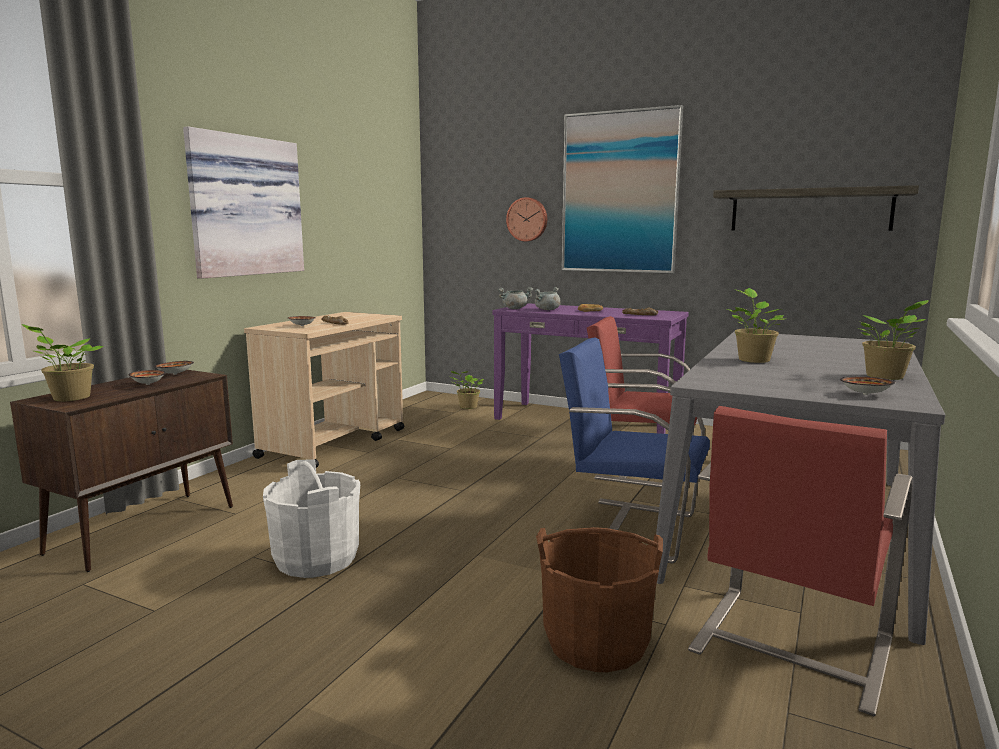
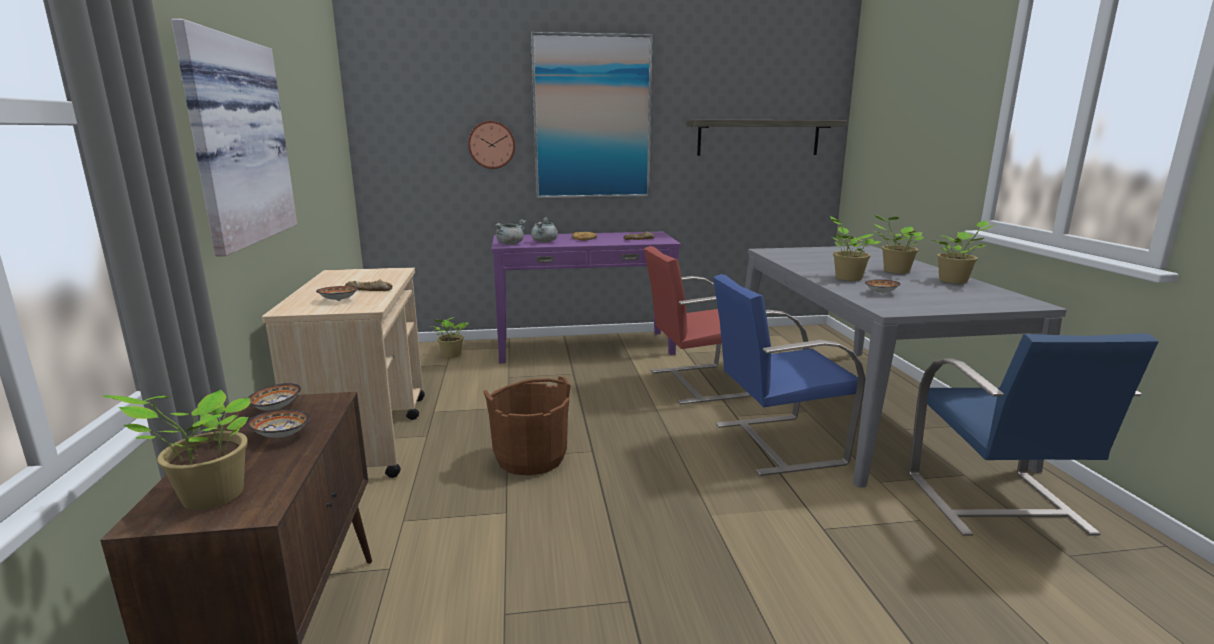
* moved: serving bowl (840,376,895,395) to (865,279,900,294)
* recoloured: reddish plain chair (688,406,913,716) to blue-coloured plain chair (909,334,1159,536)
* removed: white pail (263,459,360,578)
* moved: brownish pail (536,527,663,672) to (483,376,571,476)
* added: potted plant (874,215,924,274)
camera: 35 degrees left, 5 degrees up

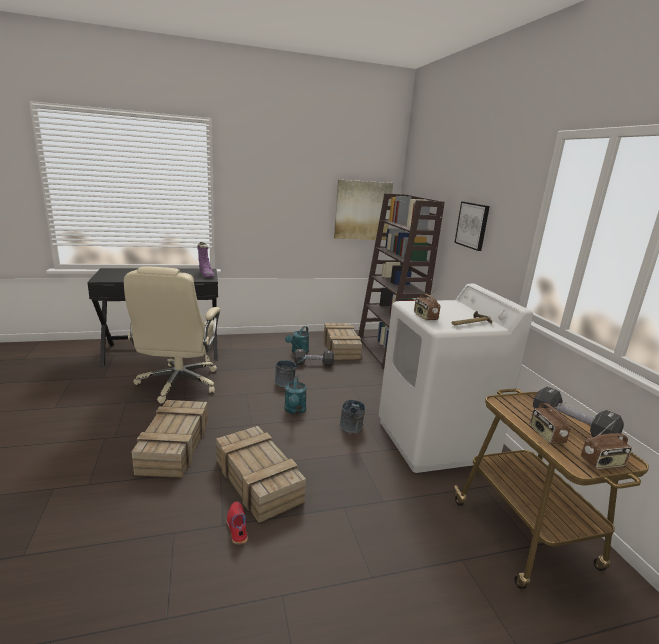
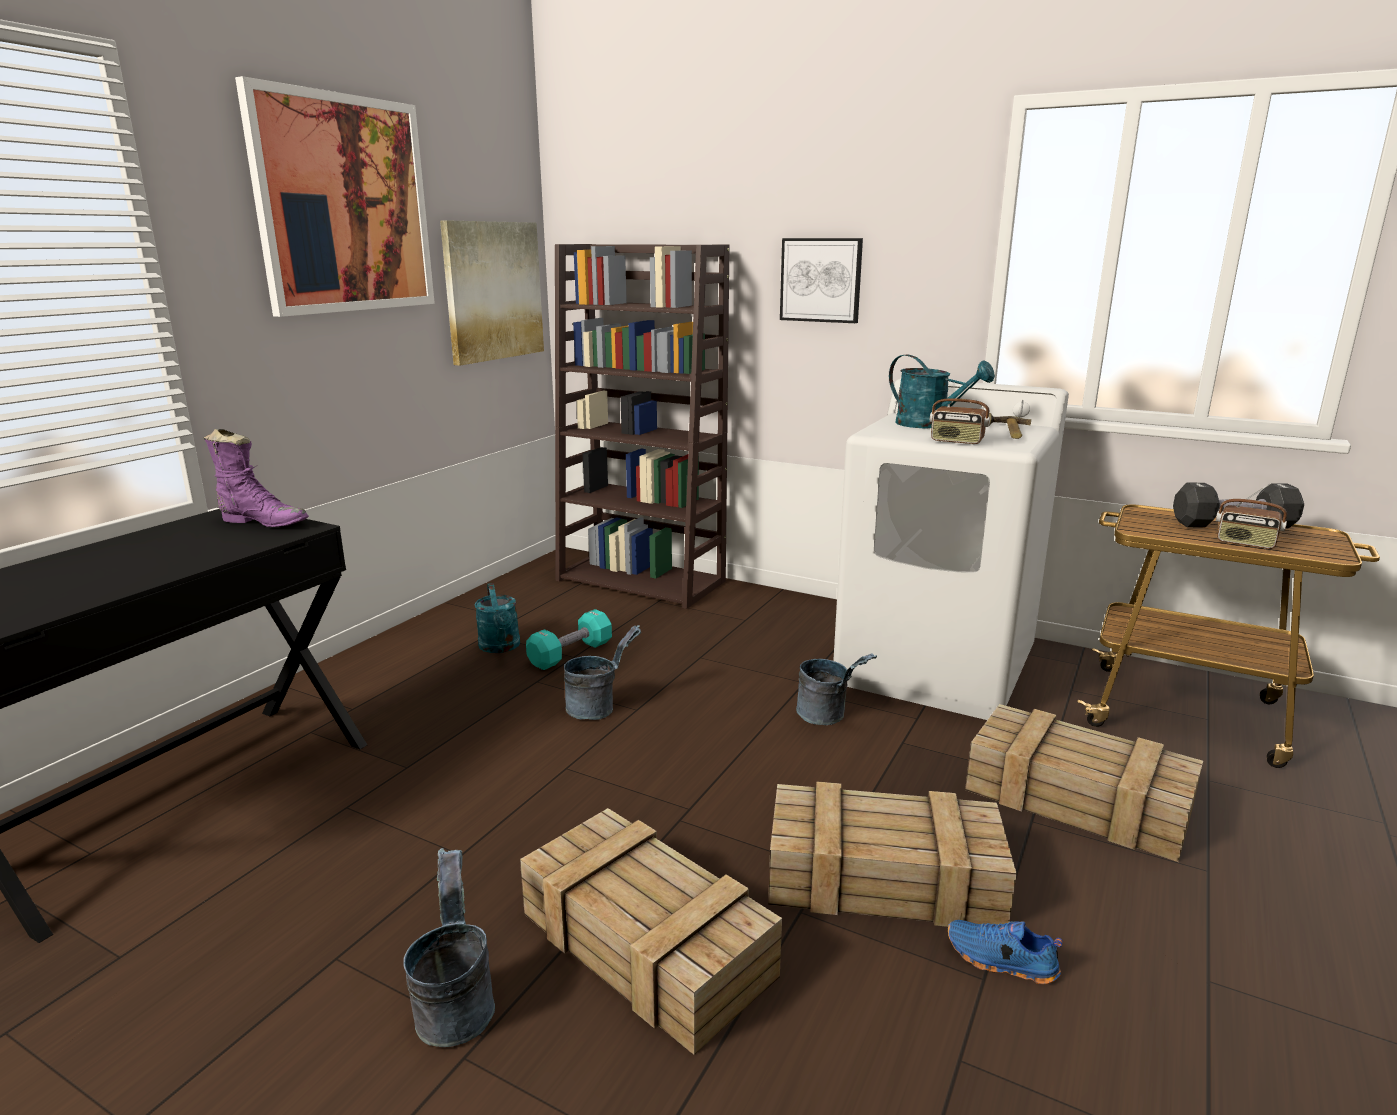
* removed: beige-coloured desk chair (124,266,221,404)
* moved: packing crate (324,323,362,360) to (965,704,1203,862)
* recoloured: black-coloured dumbbell (294,349,334,366) to turquoise dumbbell (526,609,612,670)
* moved: turquoise sprinkling can (284,375,307,415) to (889,354,995,428)
* removed: radio set (581,419,632,469)
* recoloured: reddish shoe (227,501,248,545) to blue-coloured shoe (948,920,1063,984)
* added: picture (235,76,435,317)
* added: gray pail (403,848,495,1047)
camera: 45 degrees left, 0 degrees up

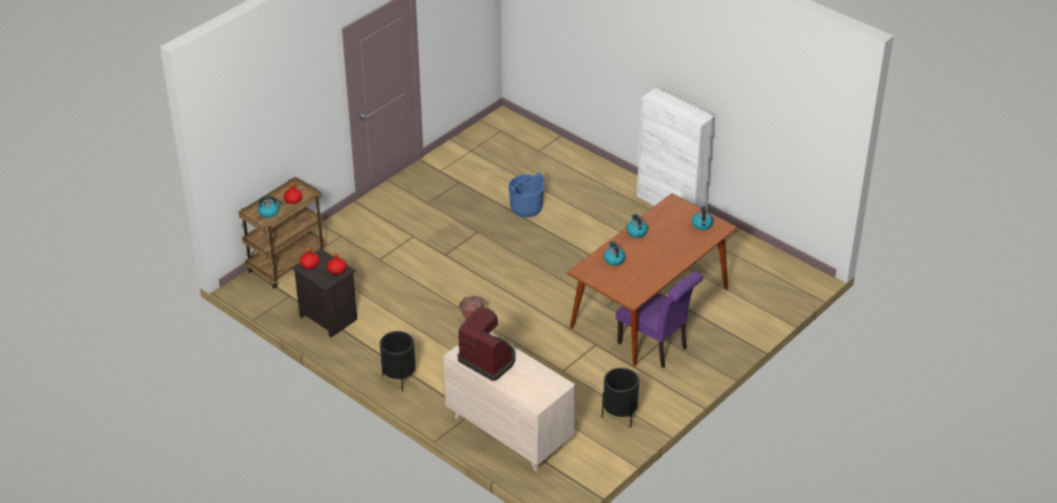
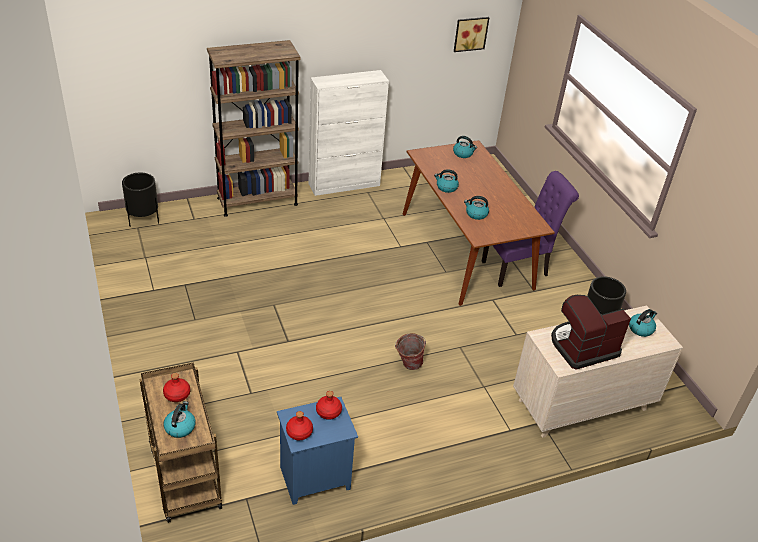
* removed: blue-coloured pail (508,172,545,217)
* recoloured: black-coloured nightstand (292,249,357,338) to blue-coloured nightstand (277,397,358,505)
* moved: black-coloured flower pot (380,331,415,391) to (122,173,159,227)
* added: picture (454,17,489,52)
* added: brownish bookcase (207,40,301,217)
* added: tea kettle (629,309,657,337)
camera: 65 degrees left, 0 degrees up

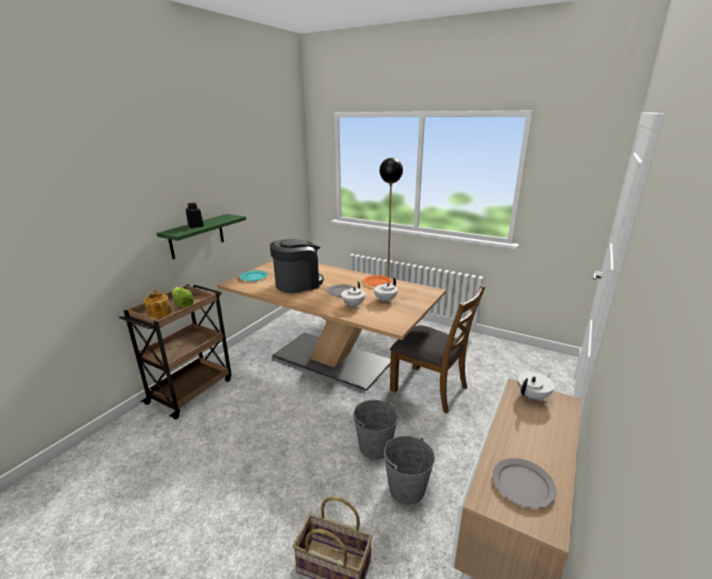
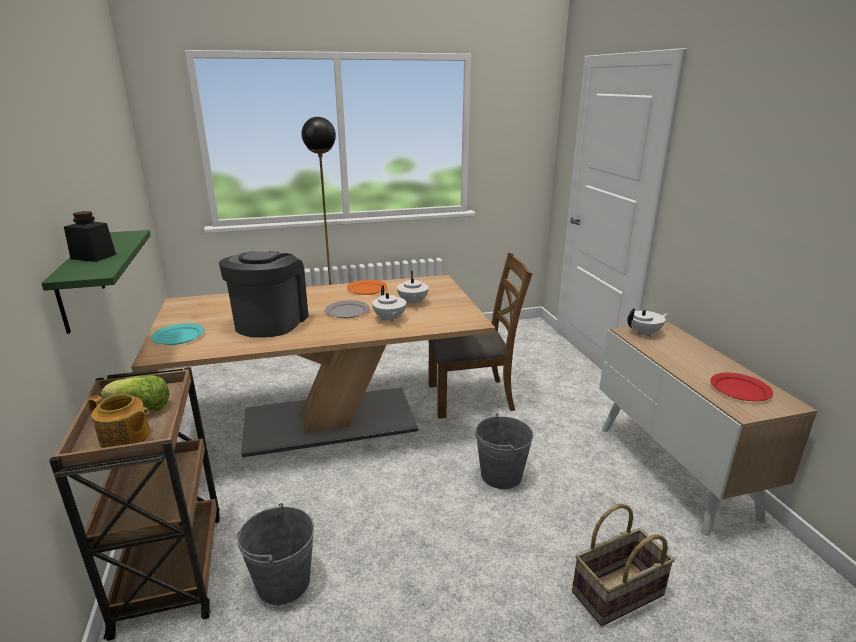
* turned: white teapot (518,372,555,401) = (627,308,668,337) 60 degrees clockwise
* moved: gray pail (384,436,435,504) to (236,503,314,605)
* recoloured: gray dinner plate (493,458,557,508) to reddish dinner plate (710,373,773,401)
camera: 45 degrees left, 0 degrees up

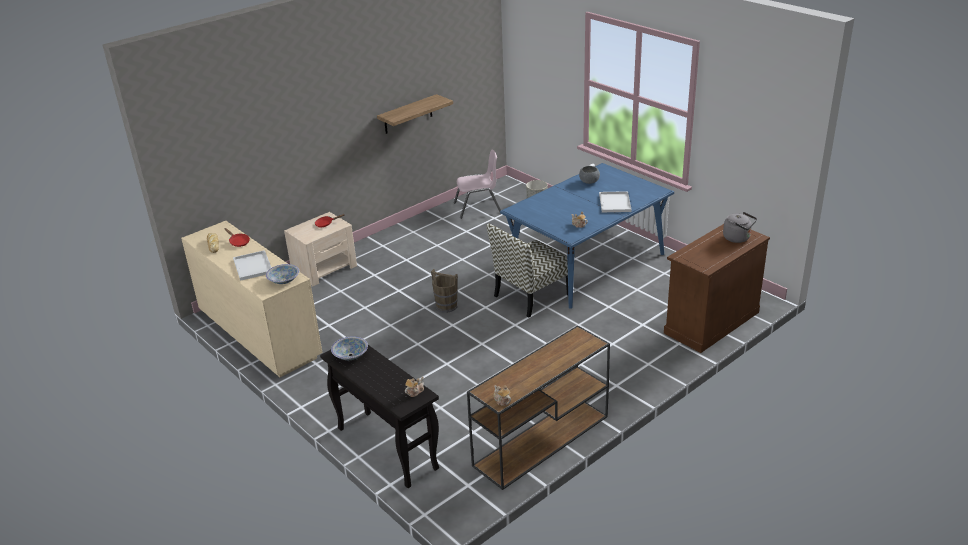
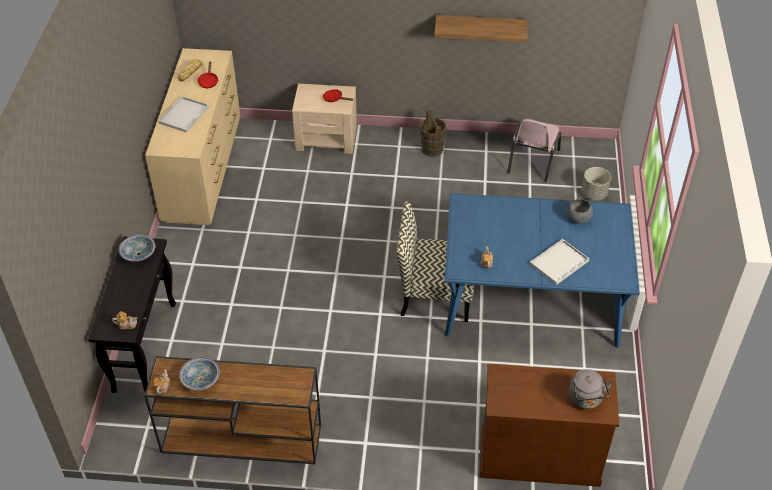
* turned: pink plain chair (454,150,501,219) = (507,119,561,182) 75 degrees clockwise
* moved: serving bowl (266,264,299,284) to (179,357,220,390)
* moved: brownish pail (431,269,458,313) to (420,110,446,157)
camera: 45 degrees right, 15 degrees up

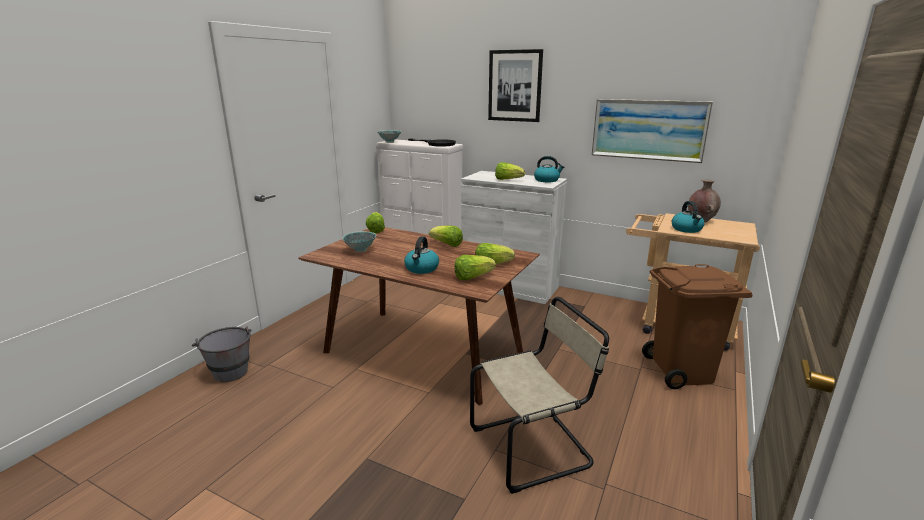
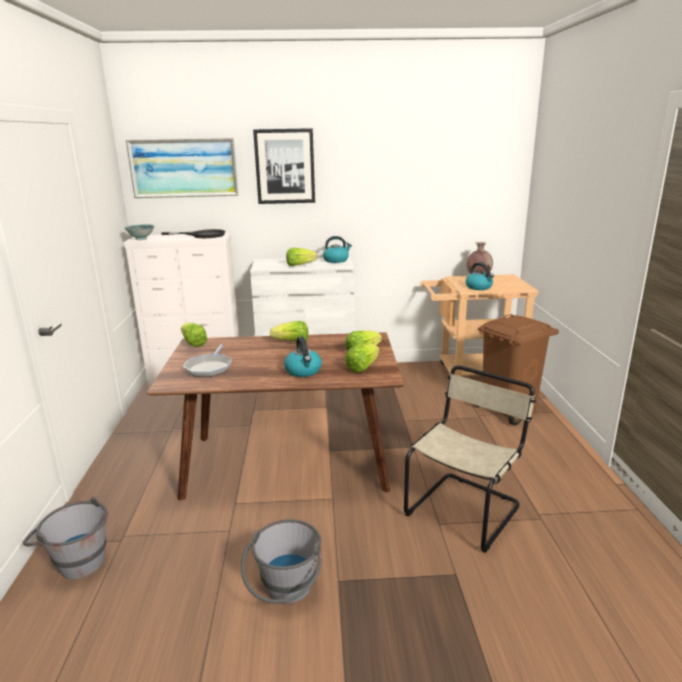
* moved: picture (592,99,713,163) to (126,138,238,198)
* replaced: serving bowl (342,231,377,252) to pan (183,344,232,377)
* added: gray pail (241,519,322,605)
camera: 30 degrees left, 0 degrees up

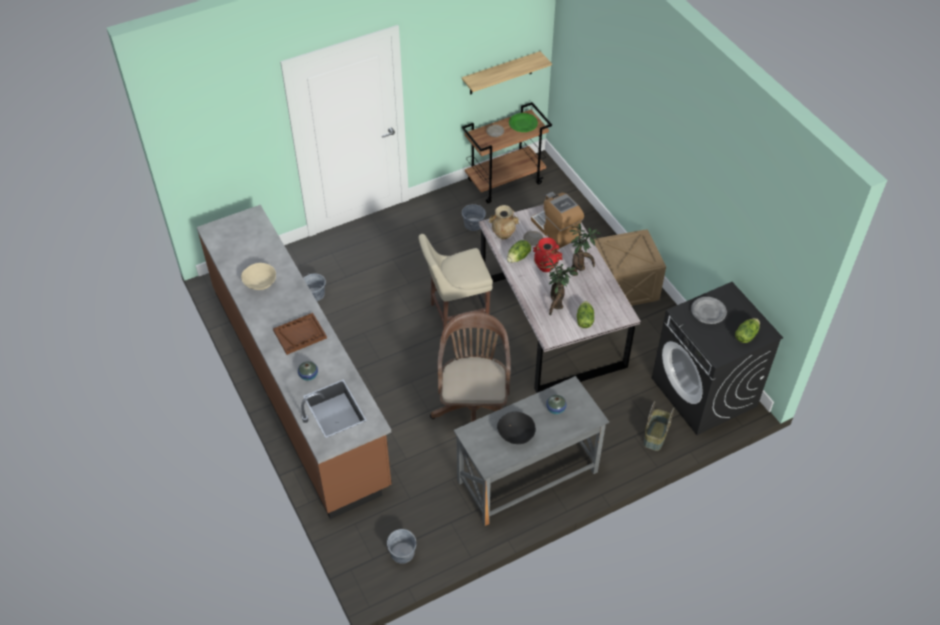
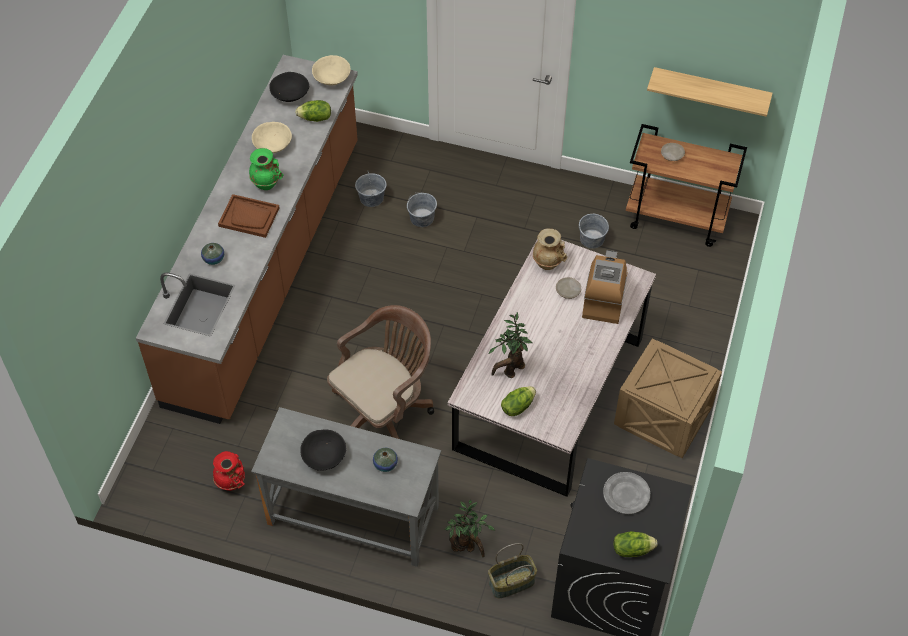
* removed: greenish dinner plate (509,113,538,132)
* moved: potted plant (570,223,601,276) to (445,500,495,557)
* removed: beige-coloured plain chair (418,234,493,329)
* moved: reddish decorative vase (533,238,562,272) to (213,451,245,491)
* moved: head of lettuce (507,240,531,263) to (295,100,331,122)
* moved: gray pail (387,529,416,564) to (407,193,437,227)
* added: beige-coloured serving bowl (312,55,351,85)
* added: black-coloured serving bowl (269,72,309,102)
* added: greenish decorative vase (249,148,284,190)
camera: 45 degrees right, 5 degrees up

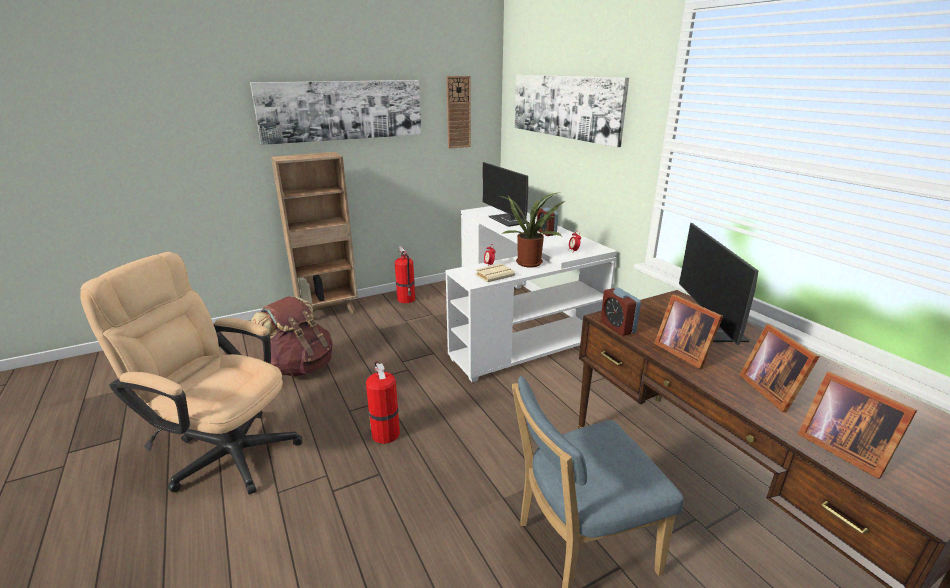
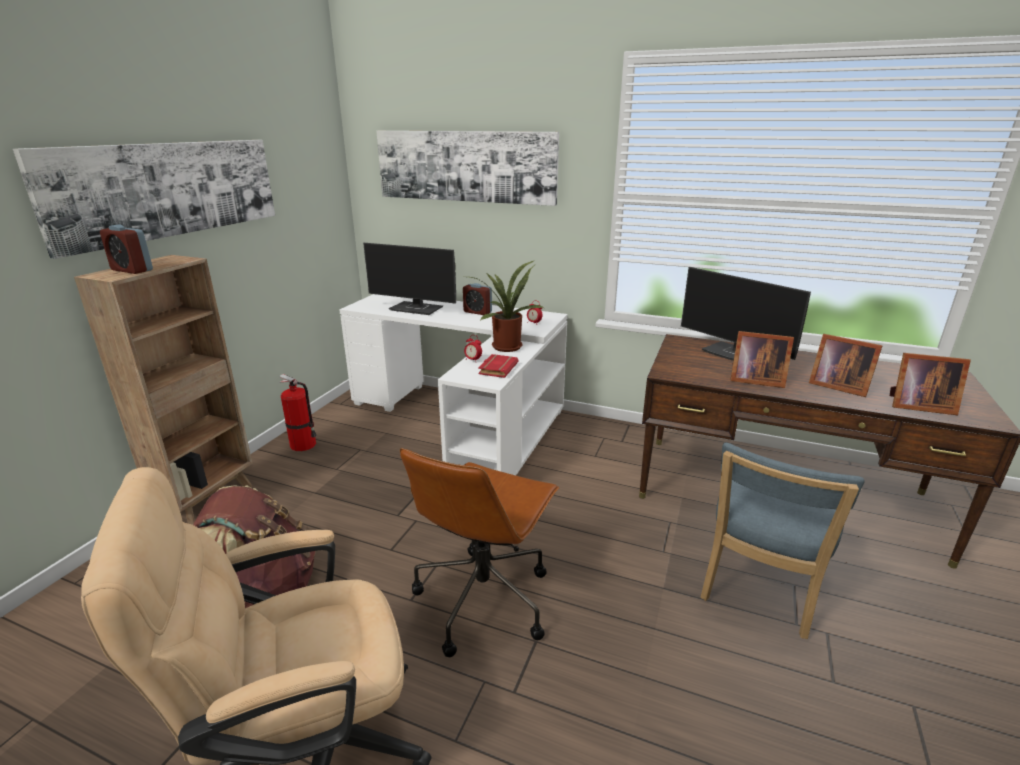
* removed: wall clock (446,76,471,149)
* recoloured: beige-coloured book (475,264,515,282) to reddish book (478,354,519,378)
* moved: table clock (601,287,641,336) to (100,224,153,274)
* replaced: extinguisher (366,361,400,444) to brownish desk chair (400,448,560,657)
camera: 40 degrees left, 0 degrees up

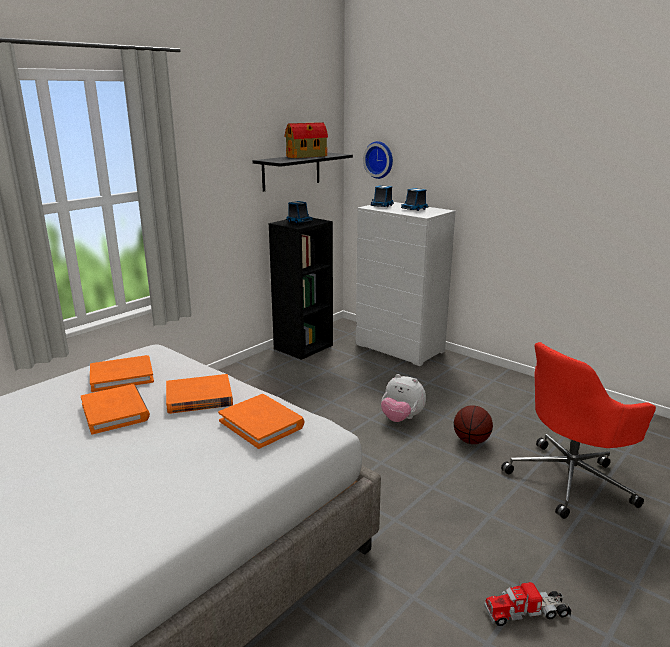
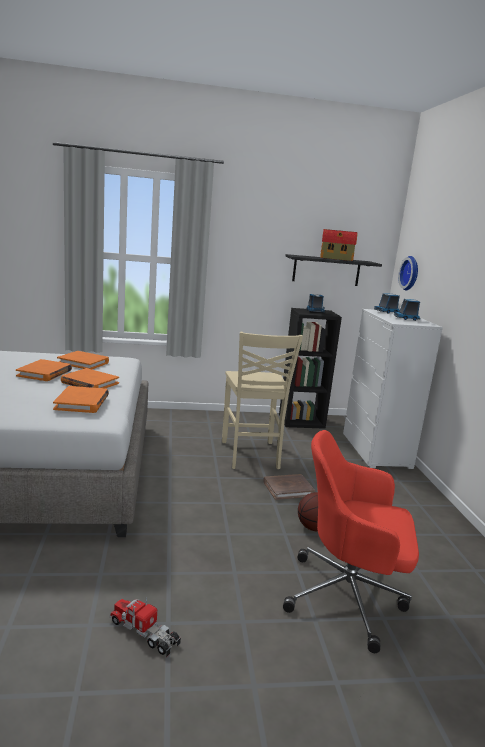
* replaced: cuddly toy (381,374,426,422) to brownish book (263,474,315,500)
* added: beige-coloured plain chair (222,332,303,469)
camera: 40 degrees right, 5 degrees down

